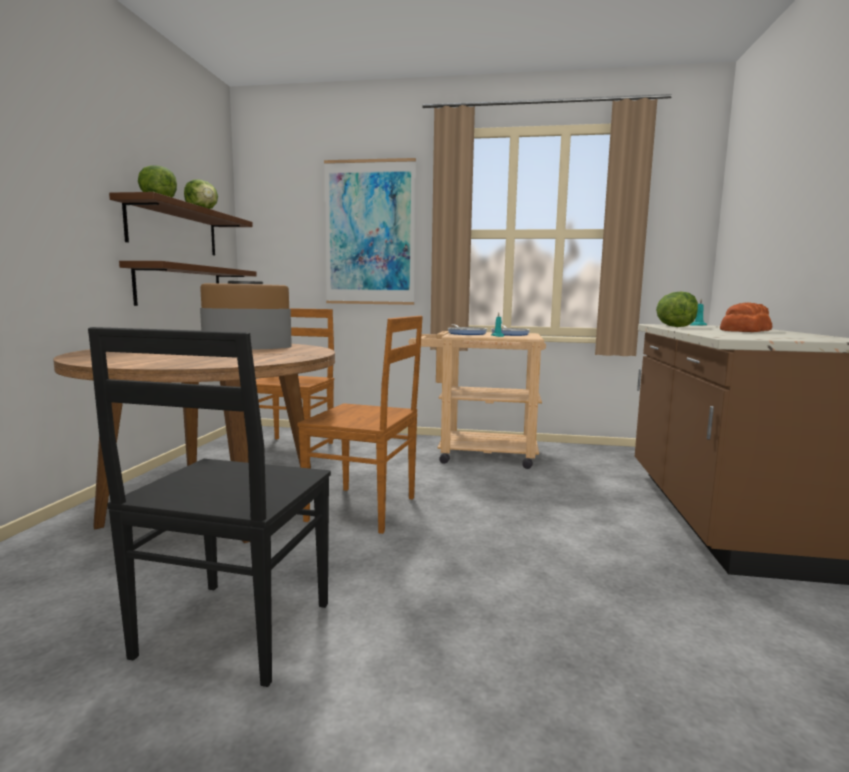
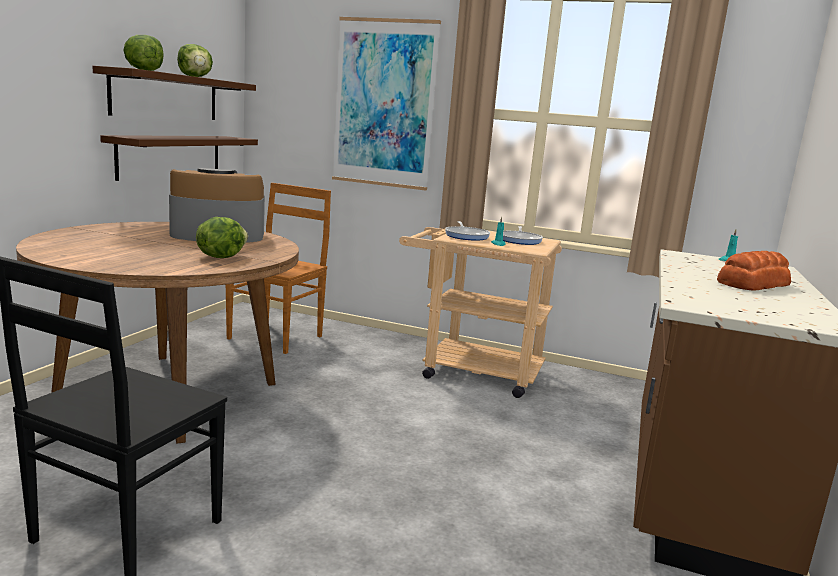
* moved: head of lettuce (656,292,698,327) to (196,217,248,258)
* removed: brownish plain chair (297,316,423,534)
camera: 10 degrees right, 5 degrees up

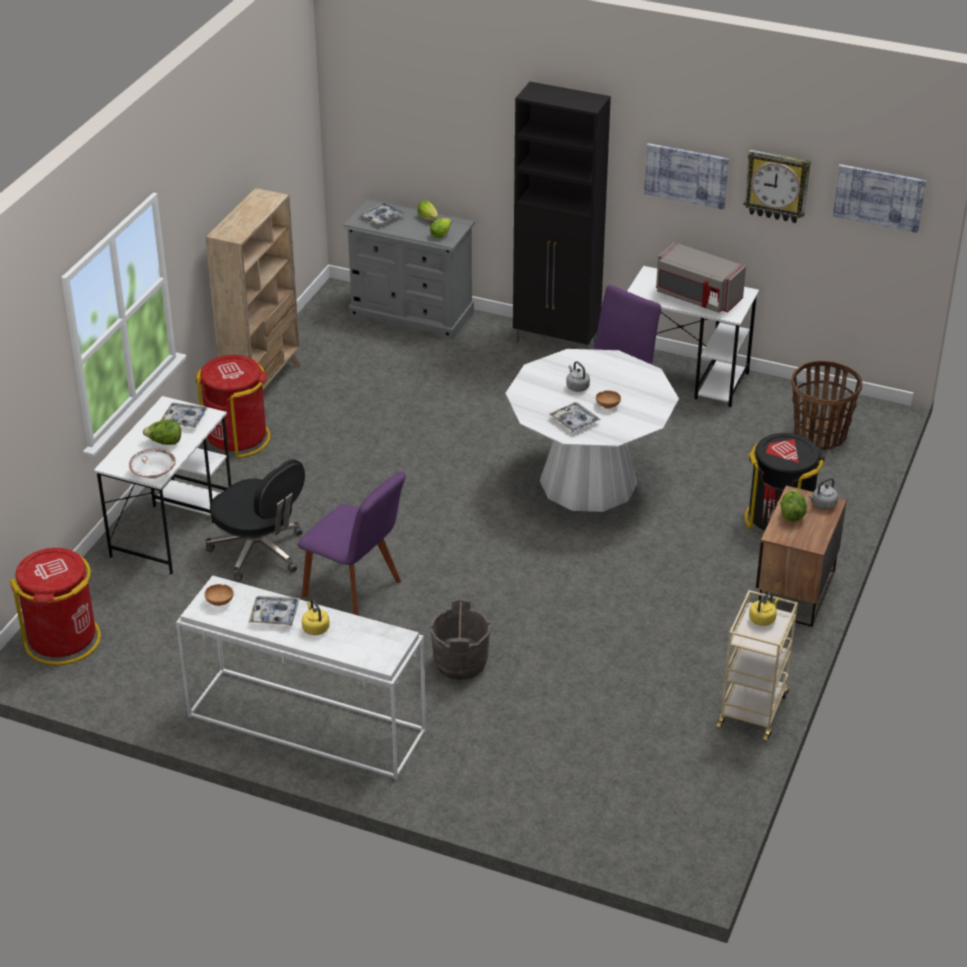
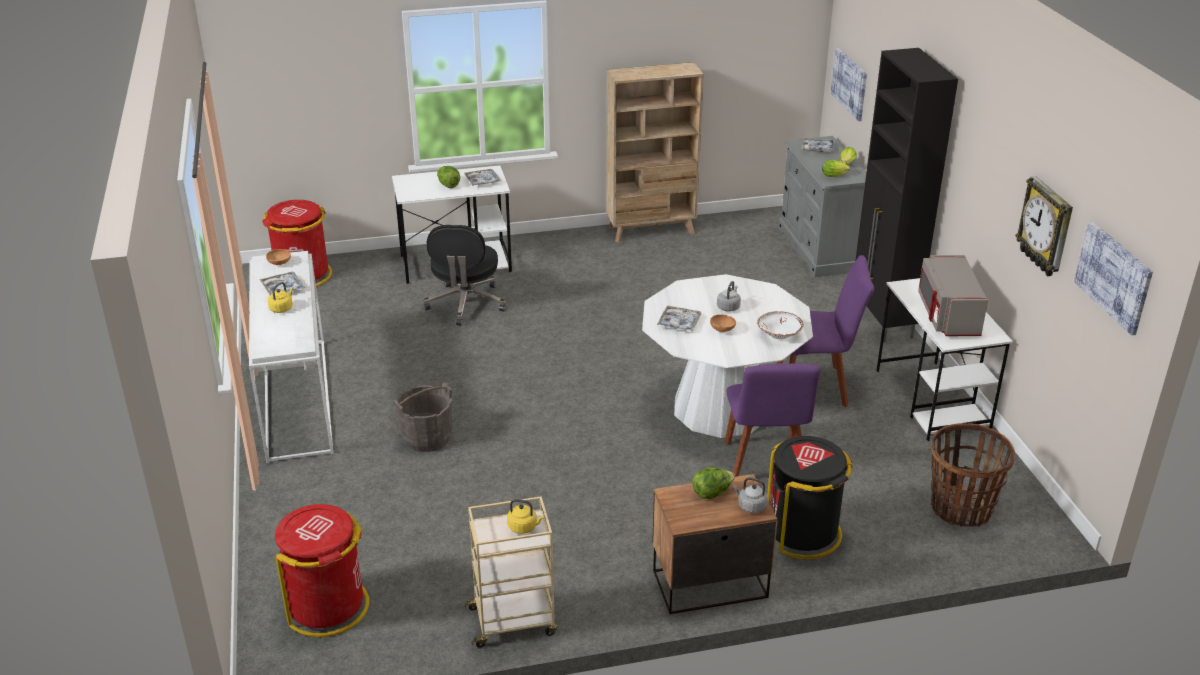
* moved: picture (644,143,729,210) to (831,48,867,121)
* moved: reddish trash can (195,355,271,458) to (275,504,369,637)
* moved: white serving bowl (129,448,176,479) to (757,311,803,340)
* moved: purple plain chair (298,471,406,616) to (724,363,820,477)
camera: 55 degrees right, 5 degrees down

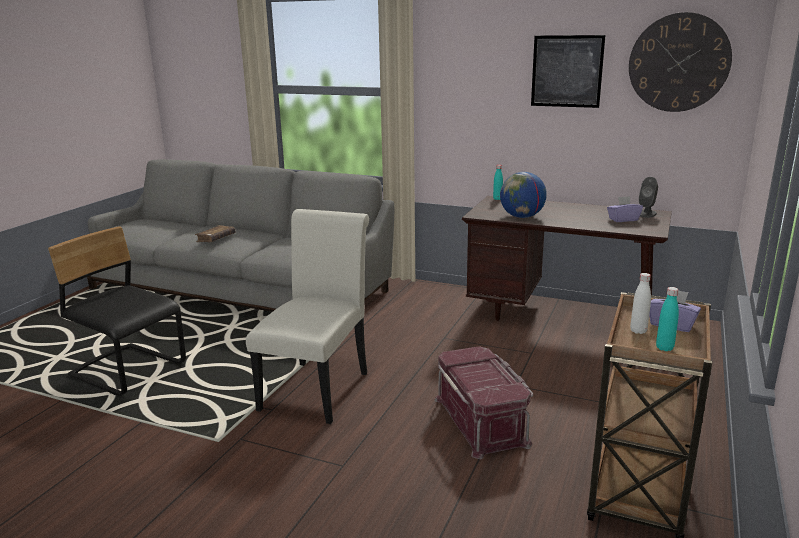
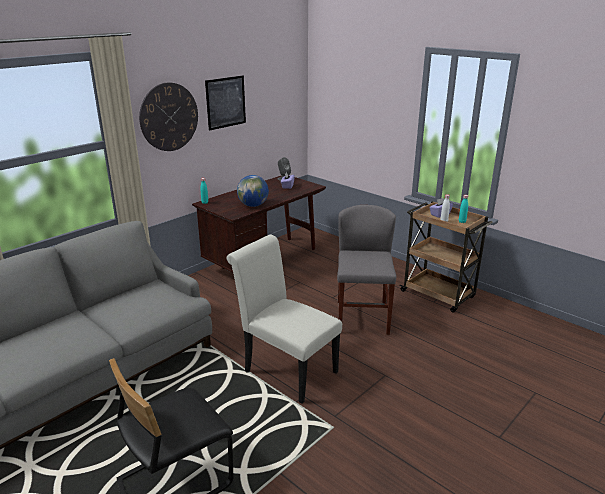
* moved: wall clock (629,12,732,112) to (139,82,198,151)
* removed: brownish book (195,225,235,242)
* replaced: reddish storage bin (434,346,533,459) to gray plain chair (337,205,396,335)
camera: 70 degrees left, 5 degrees up

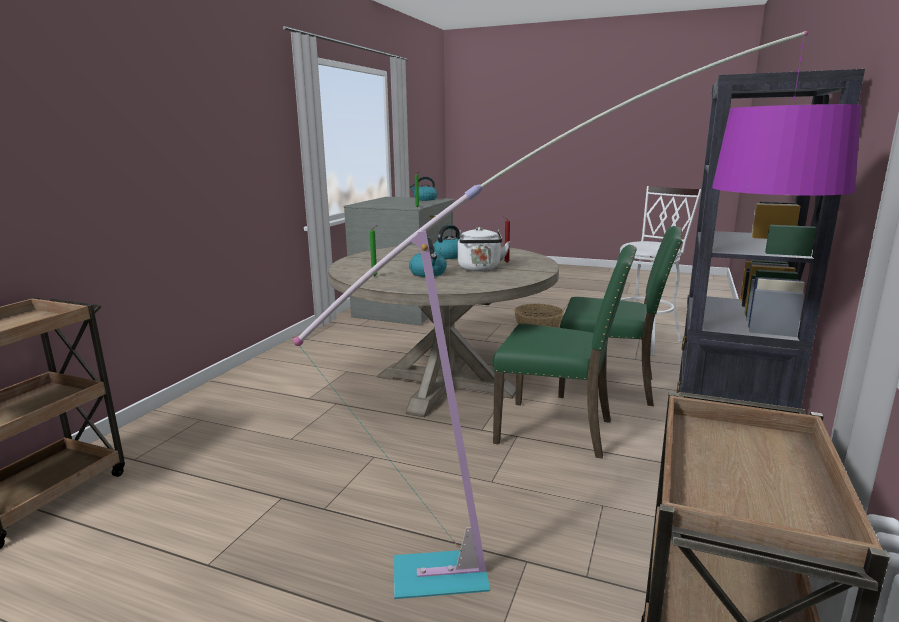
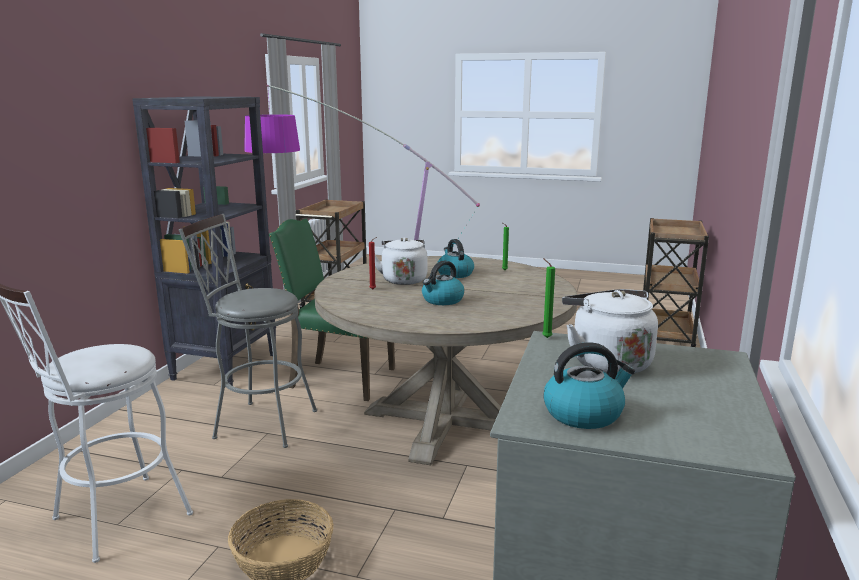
* replaced: greenish plain chair (558,226,682,406) to gray stool seat (179,214,317,448)
* added: white tea kettle (562,289,658,374)
camera: 175 degrees right, 0 degrees up

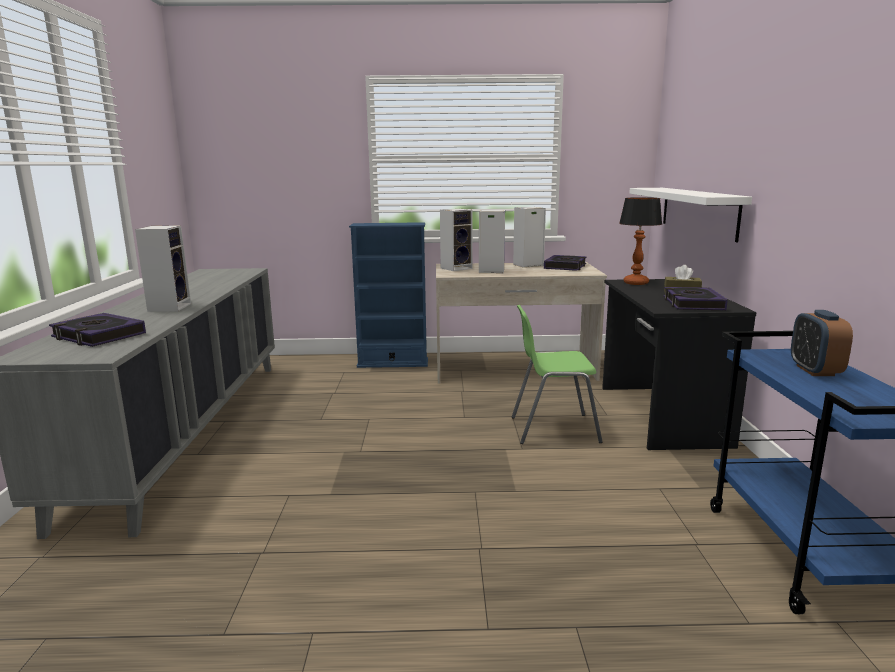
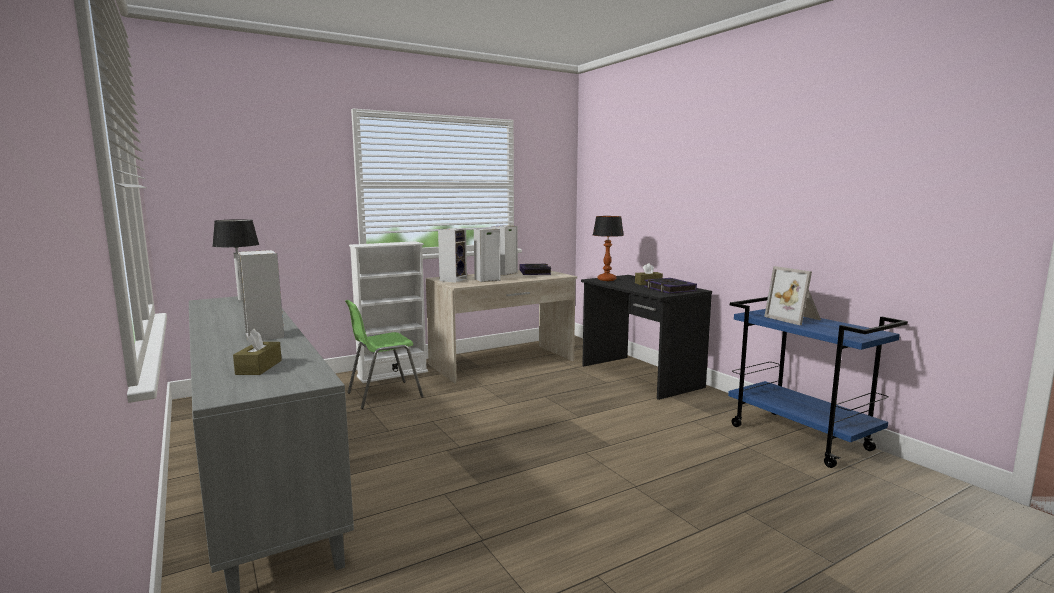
* removed: white bracket shelf (629,188,752,242)
* recoloured: blue-coloured bookcase (349,222,428,368) to white bookcase (349,241,428,383)
* moved: greenish plain chair (512,305,603,444) to (345,300,424,409)
* replaced: table clock (791,310,853,376) to photo frame (764,266,821,325)
* replaced: book (49,313,146,347) to brownish tissue holder (233,329,282,375)
* added: lamp for a table (212,219,259,300)
camera: 30 degrees left, 5 degrees down

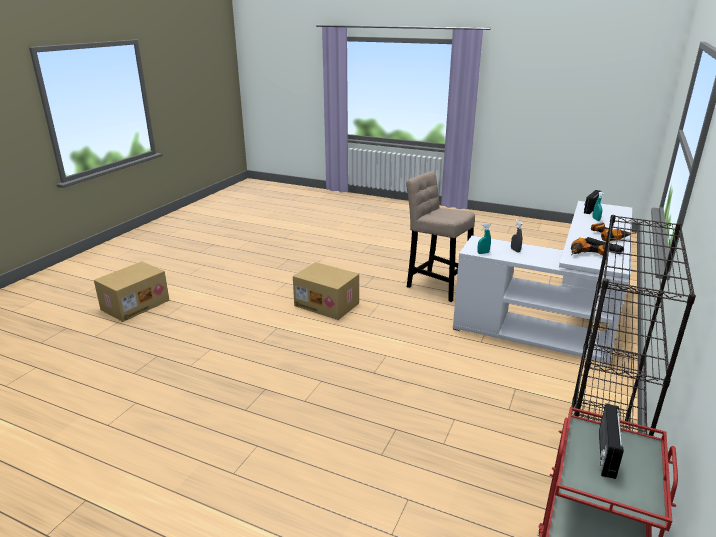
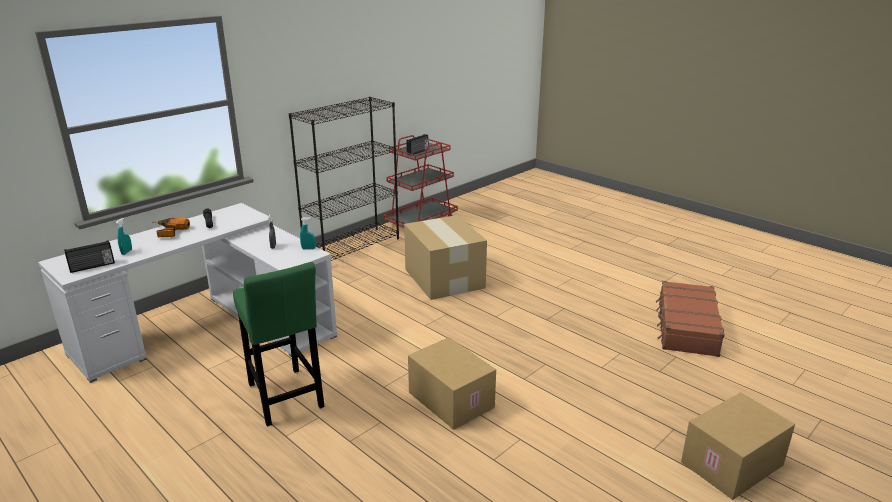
* recoloured: beige-coloured stool seat (406,171,475,302) to greenish stool seat (233,262,325,427)
* removed: electric drill (571,238,605,255)
* added: carton (404,215,487,300)
* added: brownish suitcase (656,281,725,357)
camera: 160 degrees left, 0 degrees up

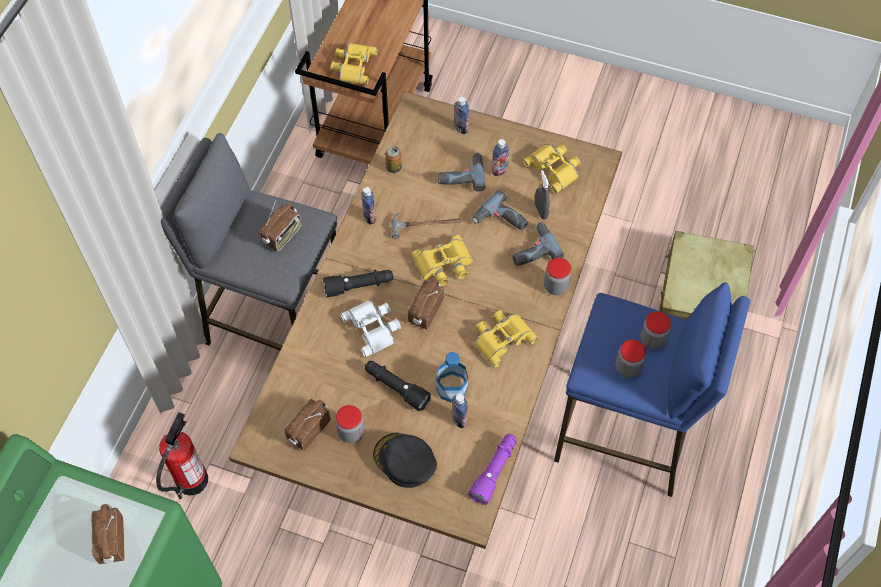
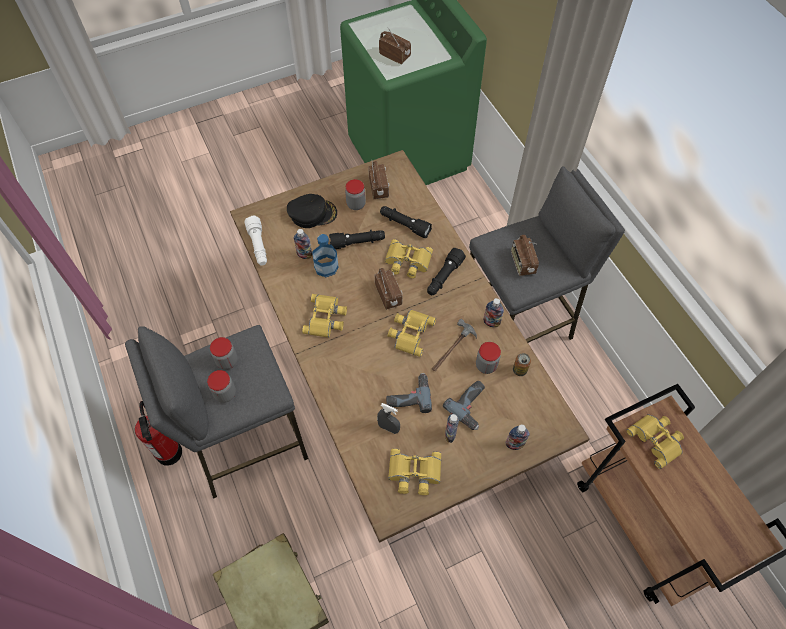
* removed: electric drill (512,222,564,266)
* moved: jar (544,258,571,295) to (476,342,501,374)
* recoloured: blue-coloured stool seat (554,282,750,497) to gray stool seat (125,325,308,499)
* recoloured: white field glasses (341,300,401,357) to yellow-coloured field glasses (385,239,433,278)
* moved: extinguisher (156,412,208,499) to (135,401,182,466)
* recoloured: purple torch (468,434,516,505) to white torch (245,216,267,266)
* added: black-coloured torch (380,206,432,238)
camera: 135 degrees right, 0 degrees up

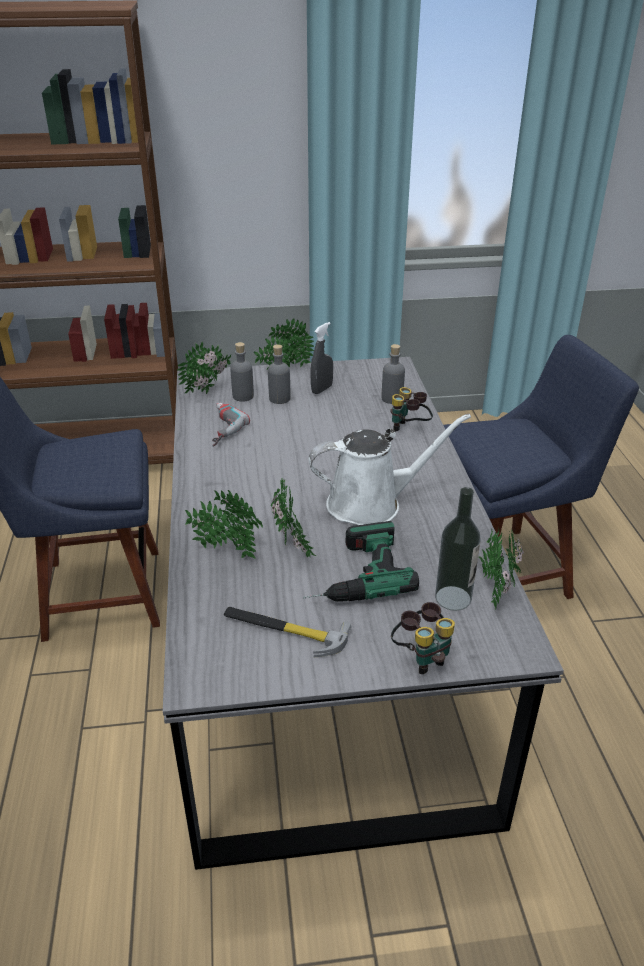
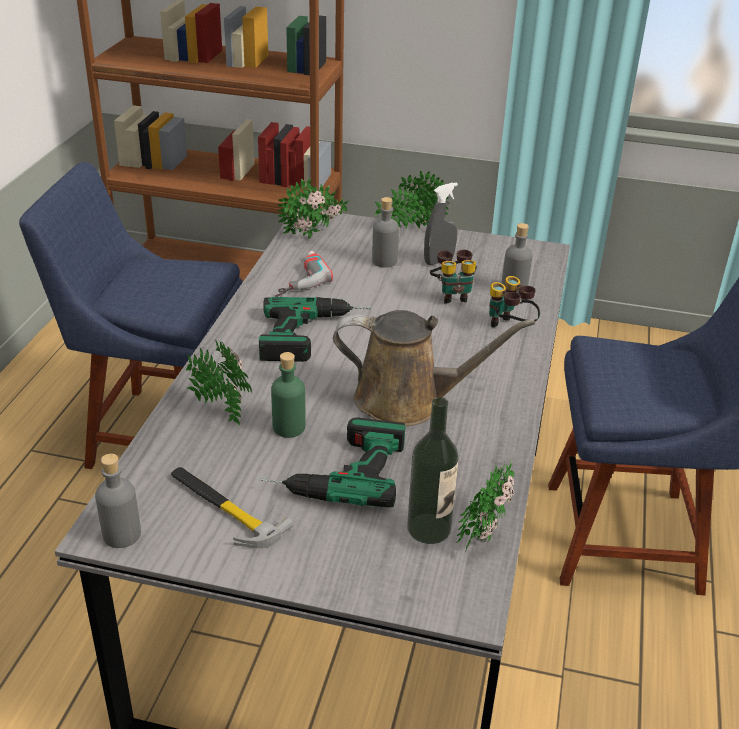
* moved: gray bottle (230,342,254,402) to (95,454,141,548)
* recoloured: white sprinkling can (309,414,471,525) to brownish sprinkling can (333,310,535,427)
* replaced: potted plant (271,478,316,559) to greenish bottle (271,352,305,438)
* moved: field glasses (391,602,455,674) to (430,250,477,304)
* added: electric drill (259,297,372,362)
camera: 20 degrees right, 0 degrees up

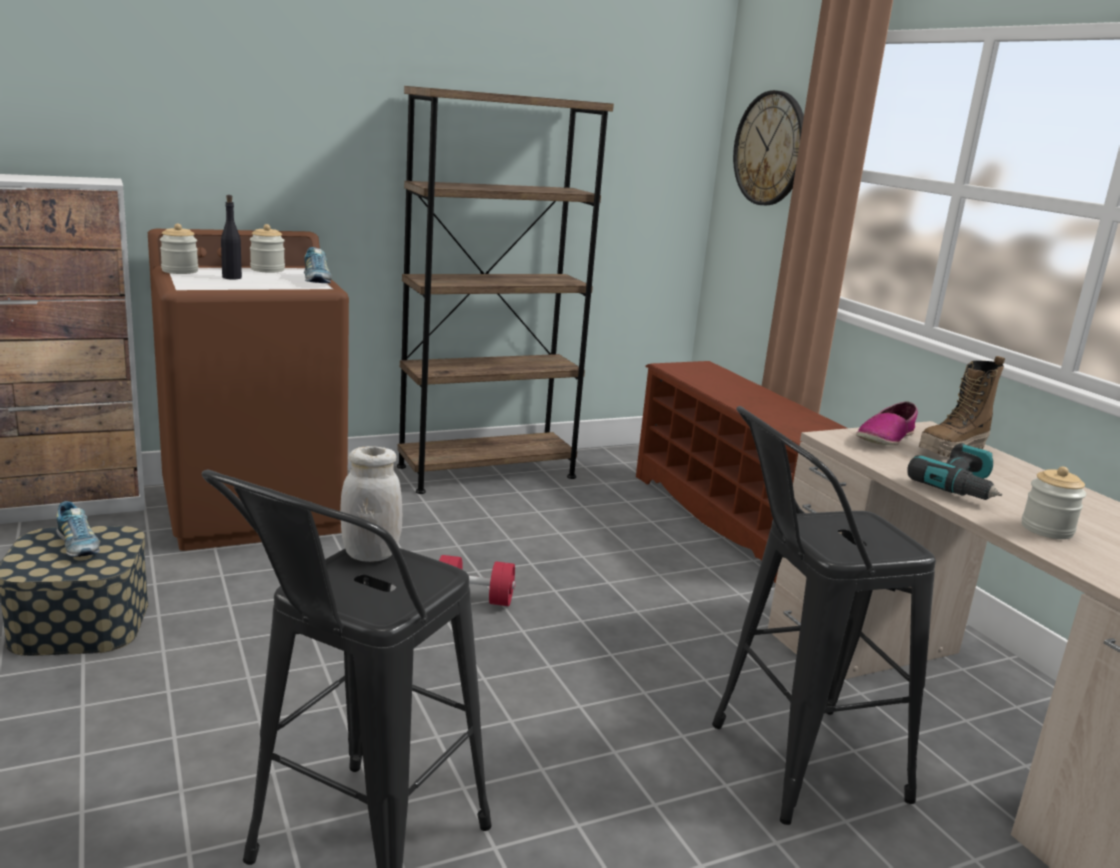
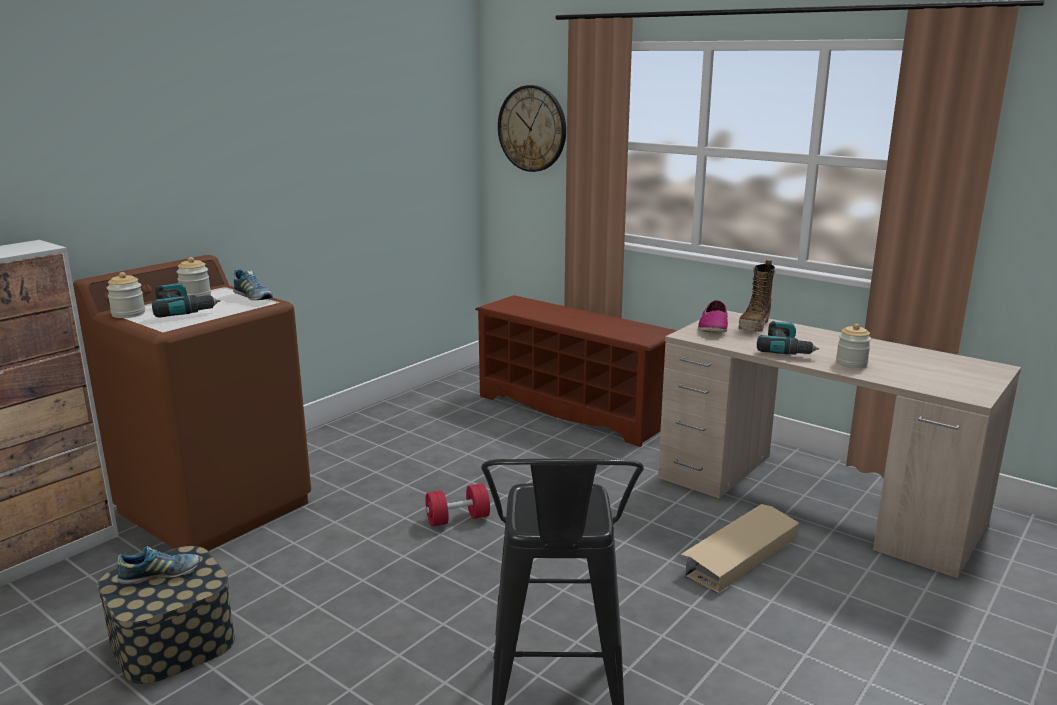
* removed: brownish bookcase (397,86,614,494)
* replaced: black-coloured bottle (221,195,242,279) to electric drill (152,283,221,318)
* replaced: black-coloured stool seat (712,406,936,825) to beige-coloured storage bin (680,504,799,593)
* removed: white jar (340,446,402,562)
* turned: shoe (56,501,100,557) = (117,546,200,584) 45 degrees counterclockwise
camera: 25 degrees left, 0 degrees up

